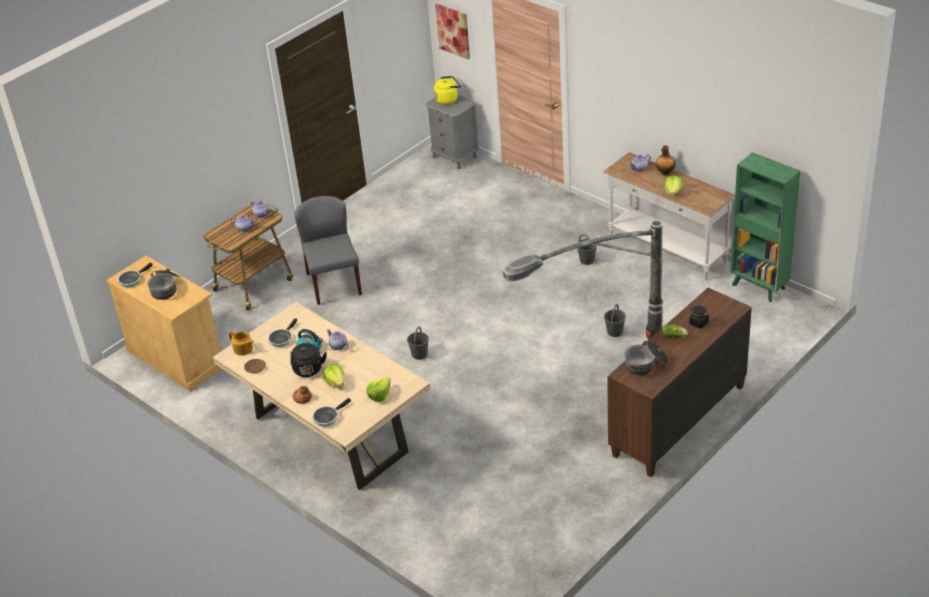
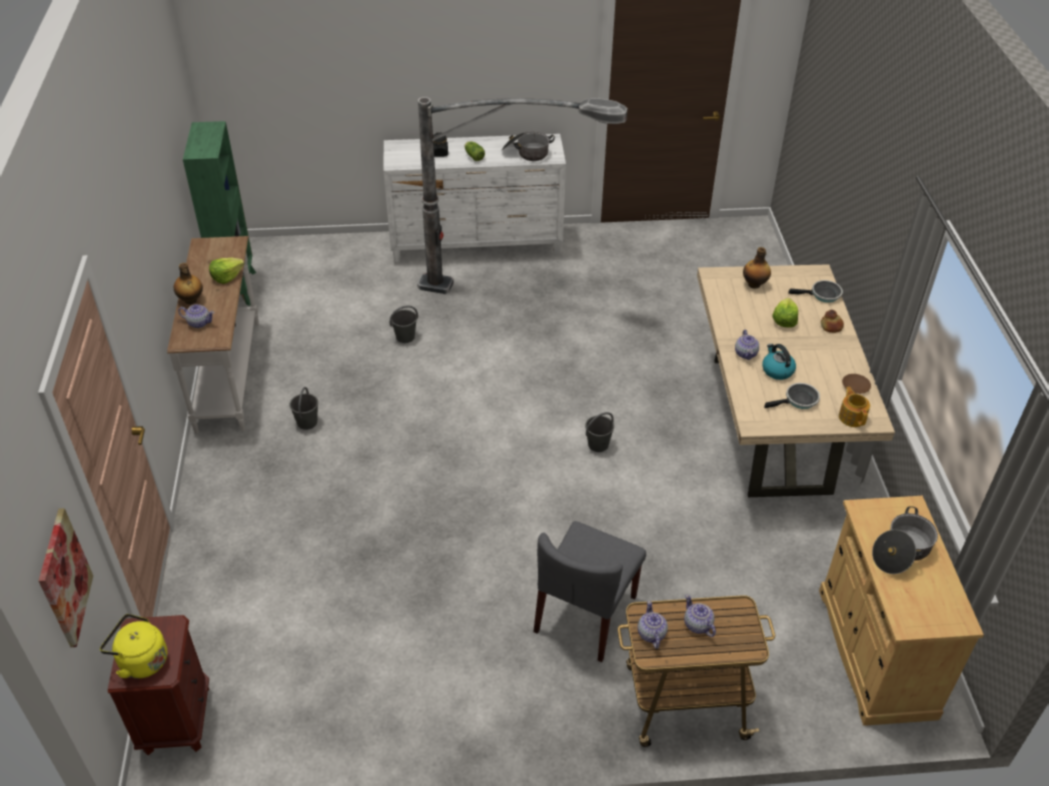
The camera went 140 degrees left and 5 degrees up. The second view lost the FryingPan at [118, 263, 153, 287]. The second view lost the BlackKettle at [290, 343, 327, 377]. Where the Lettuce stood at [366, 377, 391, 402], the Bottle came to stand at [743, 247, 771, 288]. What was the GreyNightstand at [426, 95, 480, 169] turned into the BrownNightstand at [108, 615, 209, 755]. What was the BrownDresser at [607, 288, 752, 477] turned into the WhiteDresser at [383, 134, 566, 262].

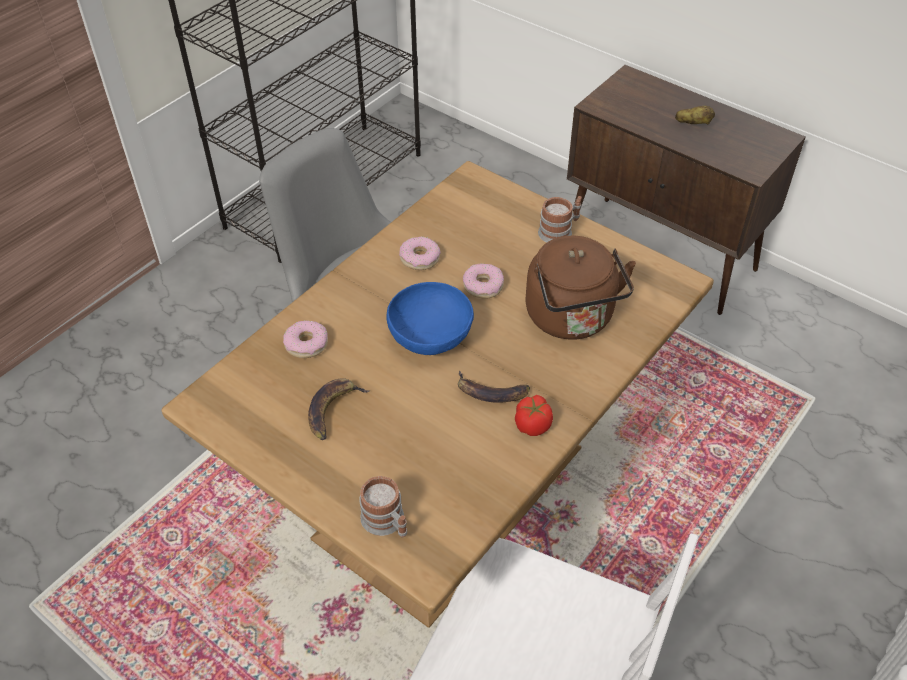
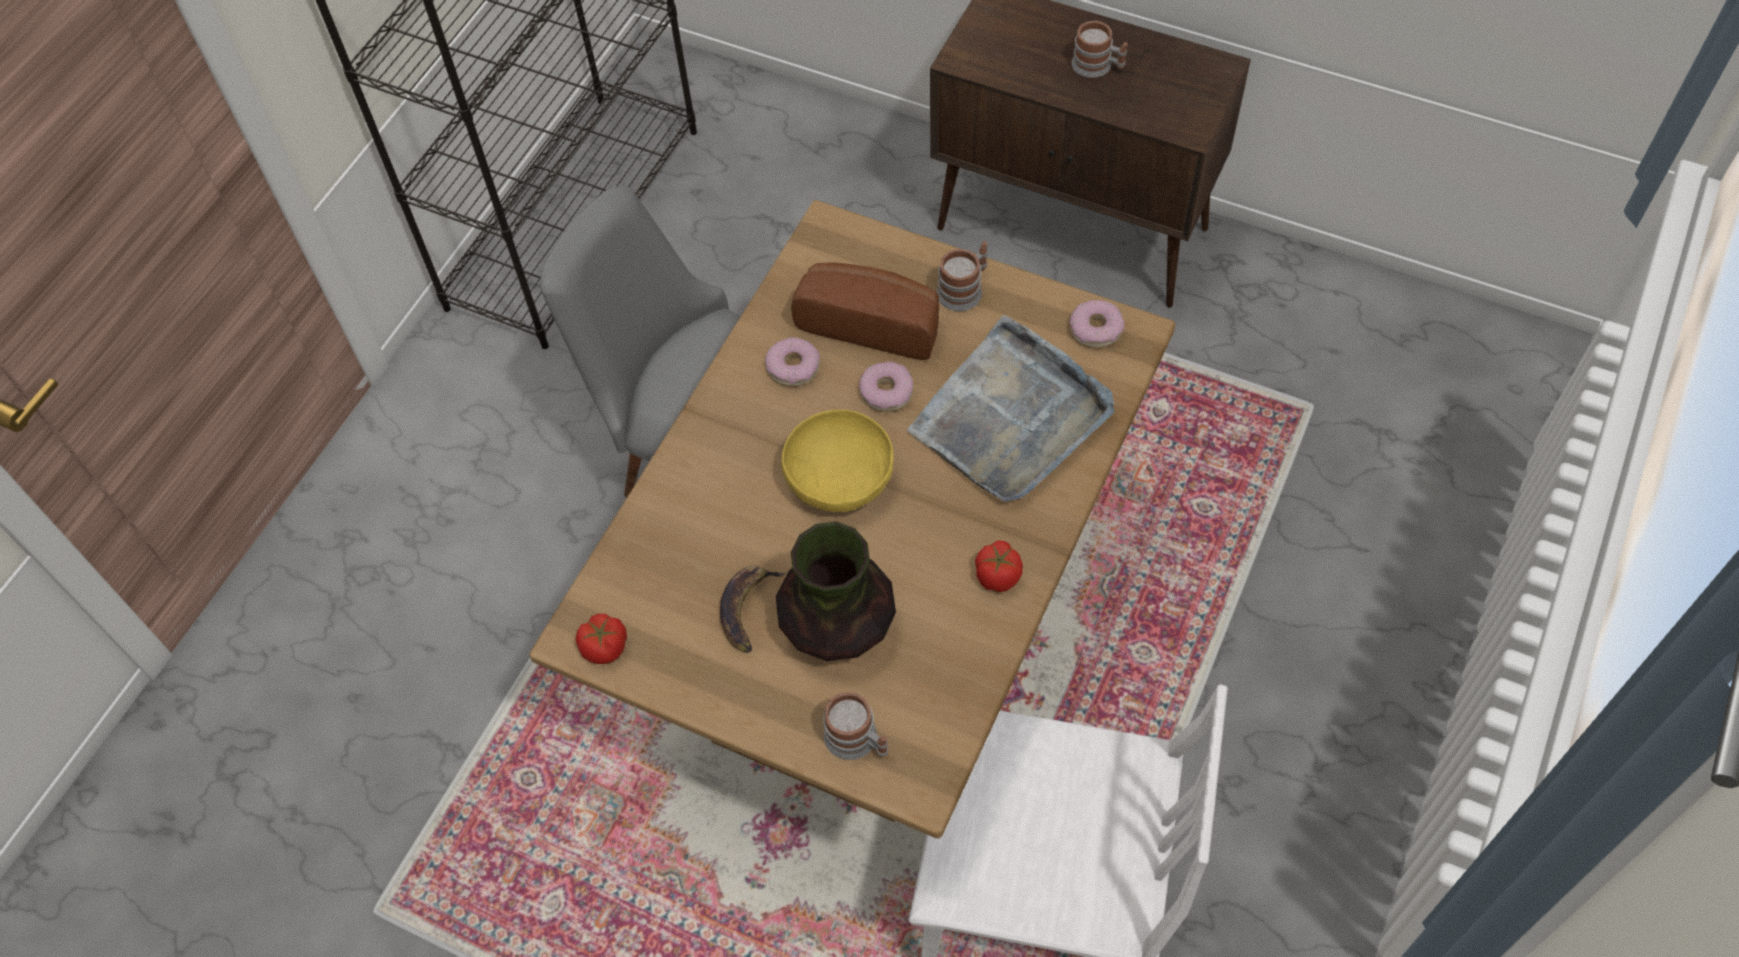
The camera went 10 degrees left and 10 degrees up. The second view lost the Banana at [458, 371, 530, 403]. The second view gained the Tomato at [576, 614, 627, 664]. The second view gained the Vase at [776, 522, 896, 661]. The second view gained the Bread at [791, 262, 939, 360]. The Donut ended up elsewhere, having gone from [283, 320, 328, 358] to [1069, 300, 1124, 348]. Where the BrownKettle stood at [526, 236, 636, 340], the GreyTray came to stand at [907, 315, 1114, 502]. Where the Potato stood at [675, 106, 715, 124], the Mug came to stand at [1072, 20, 1128, 78]. What was the BlueBowl at [387, 282, 474, 355] turned into the YellowBowl at [781, 409, 894, 512].

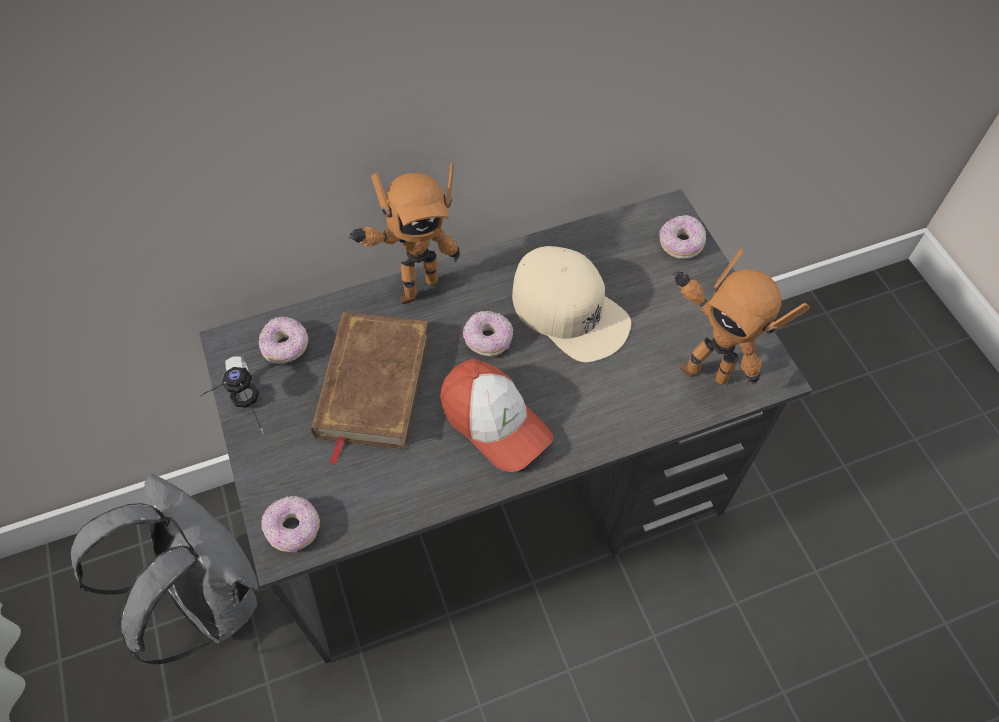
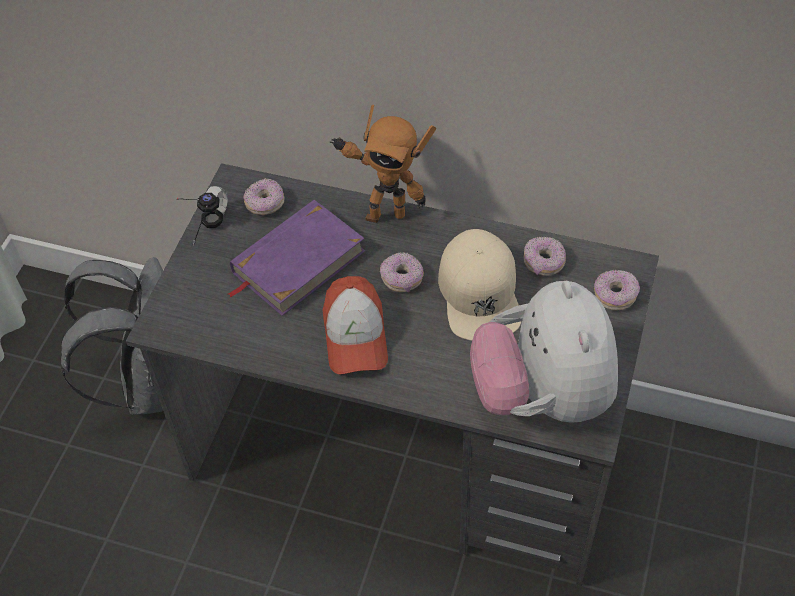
The camera went 40 degrees right and 5 degrees down. The Donut ended up elsewhere, having gone from [261, 496, 320, 553] to [523, 237, 566, 276]. Where the ToyRobot stood at [671, 249, 810, 385], the PlushToy came to stand at [470, 280, 618, 423]. What was the BrownBook at [311, 312, 429, 465] turned into the PurpleBook at [228, 200, 365, 316].

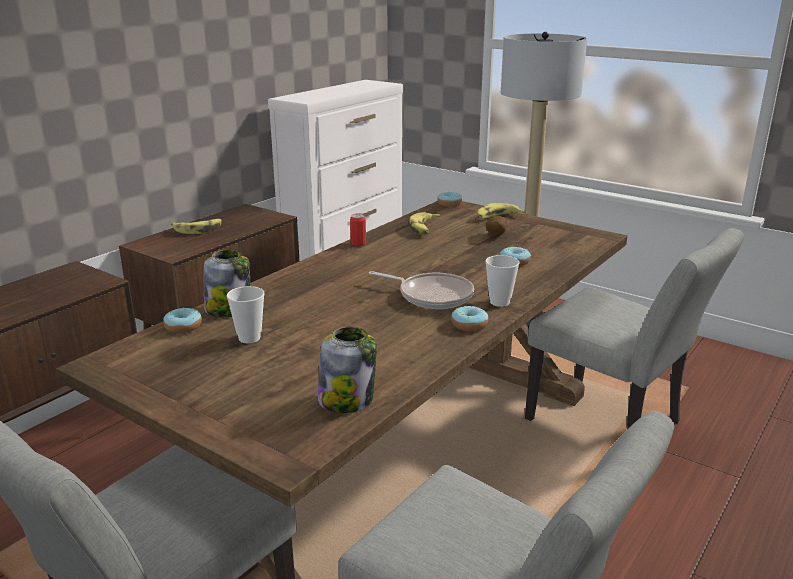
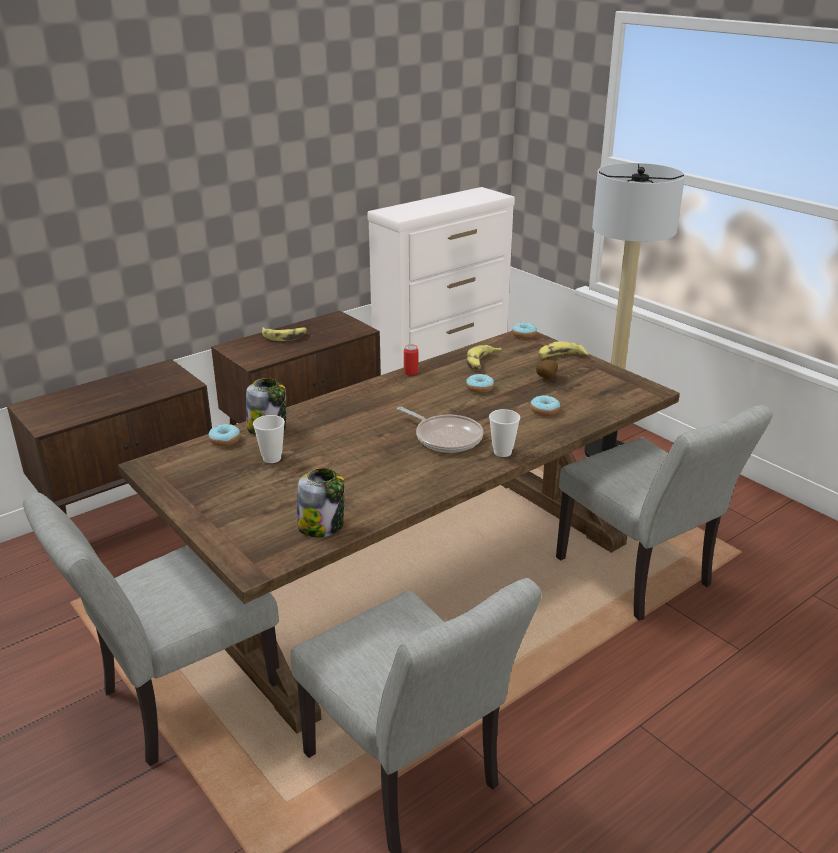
The camera went 15 degrees right and 5 degrees up. The Donut ended up elsewhere, having gone from [451, 306, 488, 331] to [466, 374, 494, 393].

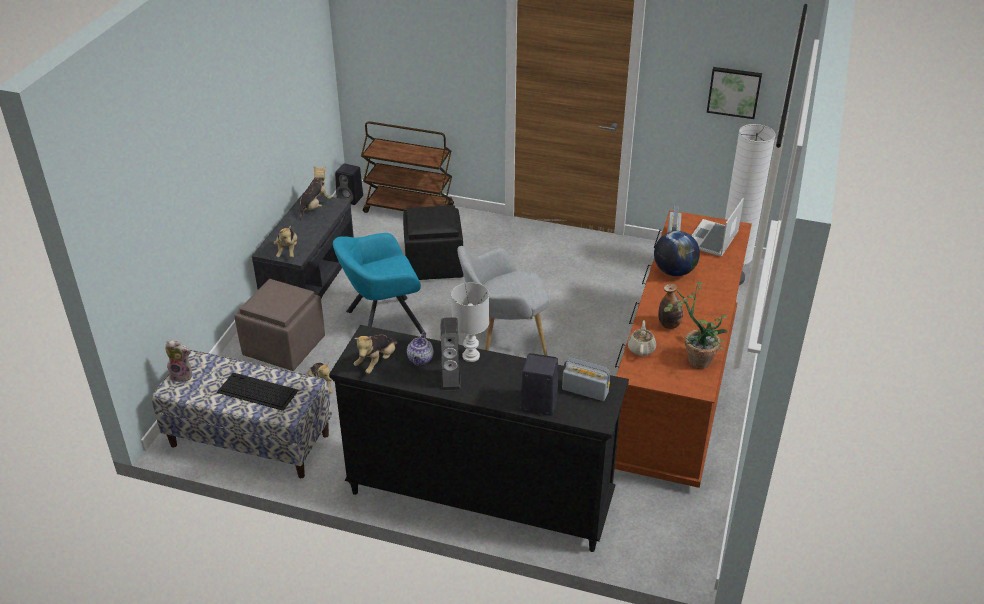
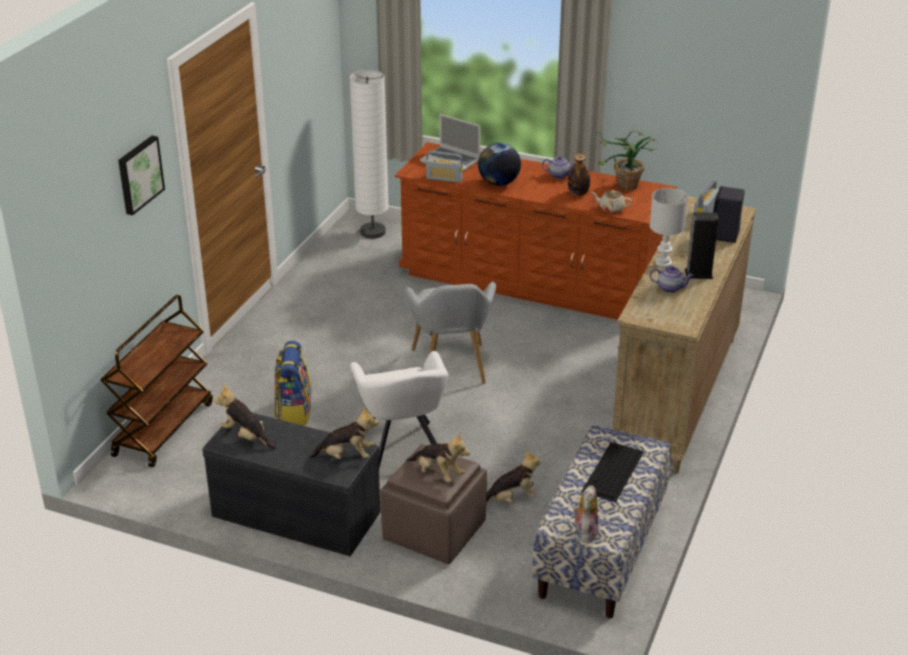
The camera went 85 degrees left and 5 degrees down. The second view lost the BlackSpeaker at [335, 163, 363, 205]. The second view gained the Teapot at [542, 157, 576, 179]. The PlushToy ended up elsewhere, having gone from [354, 335, 398, 374] to [407, 433, 470, 482]. The Picture ended up elsewhere, having gone from [707, 67, 762, 119] to [118, 136, 165, 215]. Where the BlackOttoman stood at [403, 205, 463, 280], the Backpack came to stand at [274, 341, 312, 425]. What was the BlackDresser at [329, 325, 629, 552] turned into the BeigeDresser at [612, 196, 756, 474]. What was the TurquoiseArmchair at [333, 233, 426, 334] turned into the WhiteArmchair at [350, 351, 449, 468].

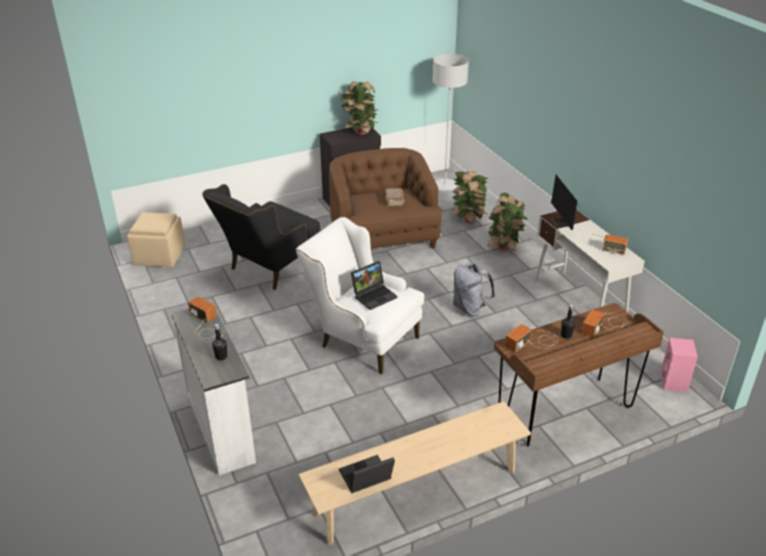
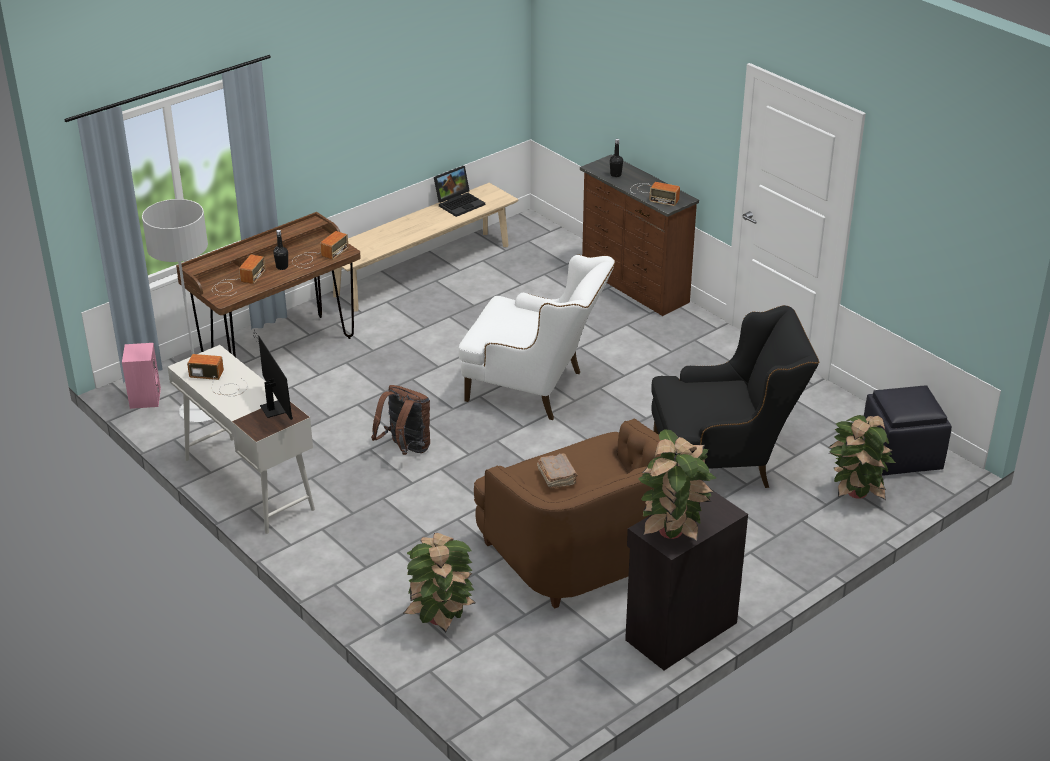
The camera went 165 degrees right and 0 degrees up. The second view lost the Laptop at [351, 261, 397, 310]. The GreyFloorLamp ended up elsewhere, having gone from [433, 54, 469, 191] to [142, 199, 211, 422]. The PottedPlant ended up elsewhere, having gone from [487, 193, 527, 251] to [828, 415, 895, 500]. What was the BeigeOttoman at [127, 212, 185, 268] turned into the BlackOttoman at [864, 385, 952, 475]. What was the WhiteDresser at [171, 303, 256, 475] turned into the BrownDresser at [580, 154, 699, 316]. What was the GreyBackpack at [453, 263, 495, 316] turned into the BrownBackpack at [372, 385, 430, 455]. The BlackArmchair at [202, 184, 320, 290] ended up facing another way, 60 degrees clockwise from before.

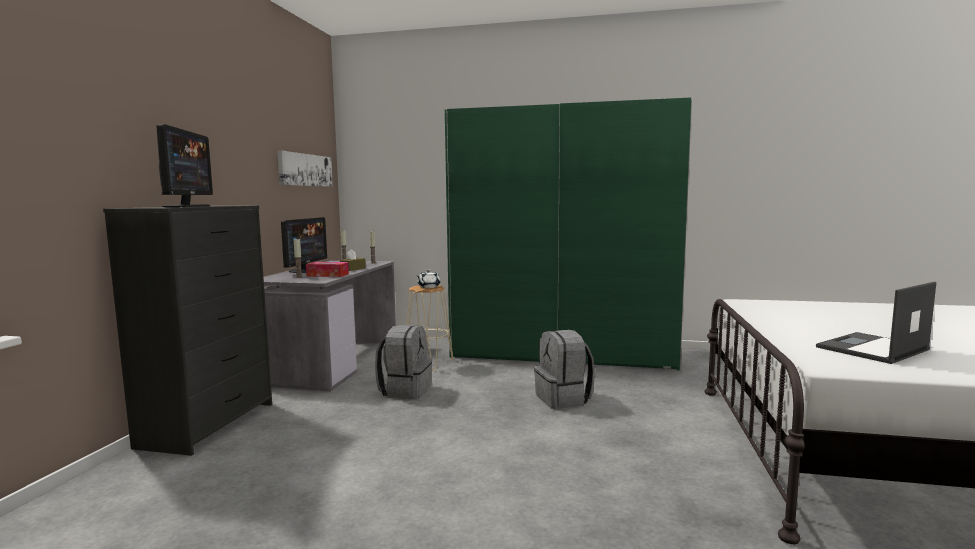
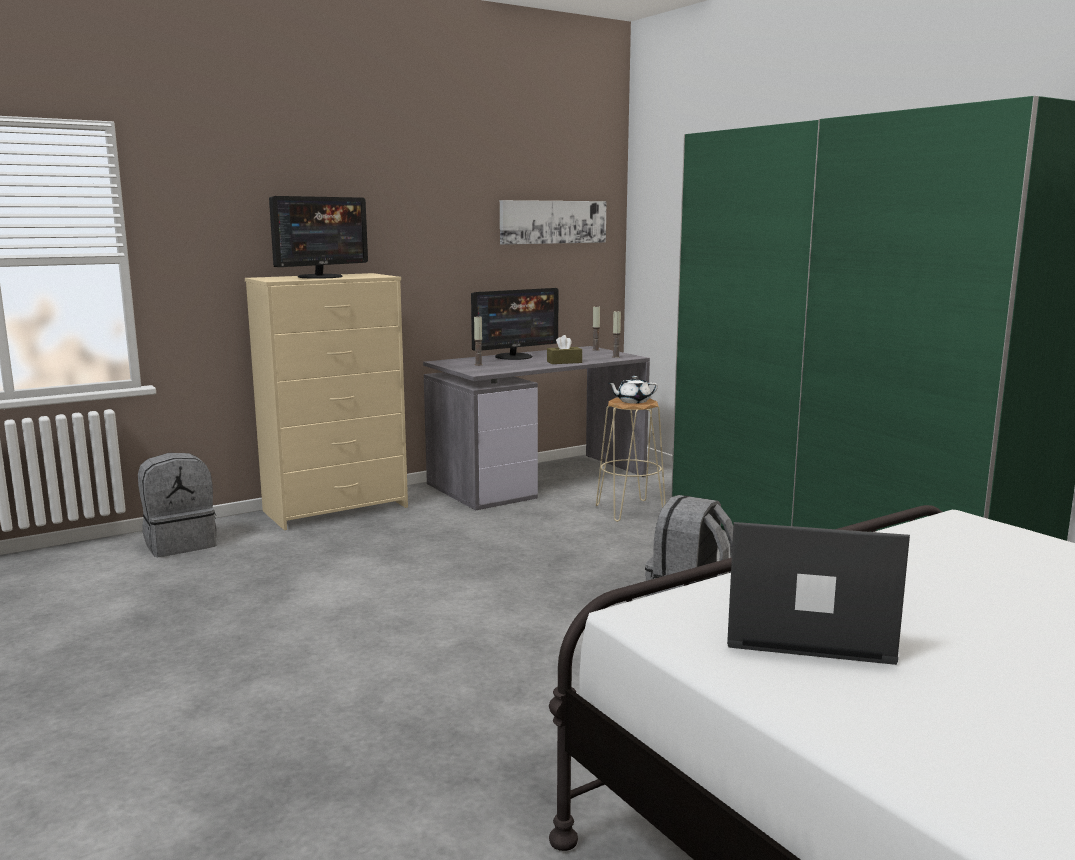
The camera went 45 degrees right and 5 degrees up. The second view lost the TissueBox at [306, 262, 349, 277]. The GreyBackpack ended up elsewhere, having gone from [375, 325, 432, 399] to [138, 453, 217, 557]. What was the BlackDresser at [103, 206, 272, 456] turned into the BeigeDresser at [245, 273, 408, 530].

